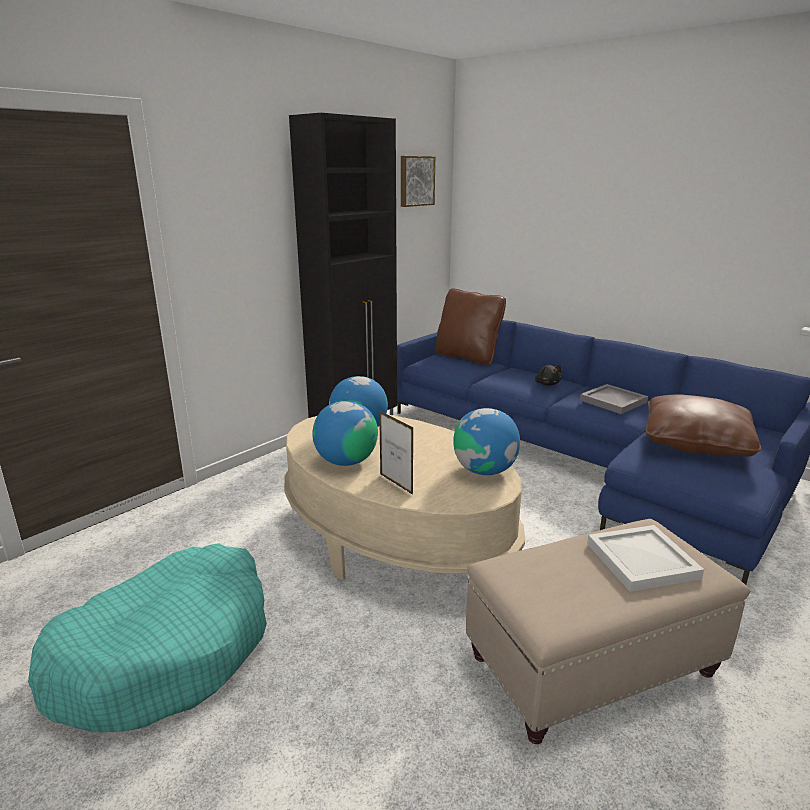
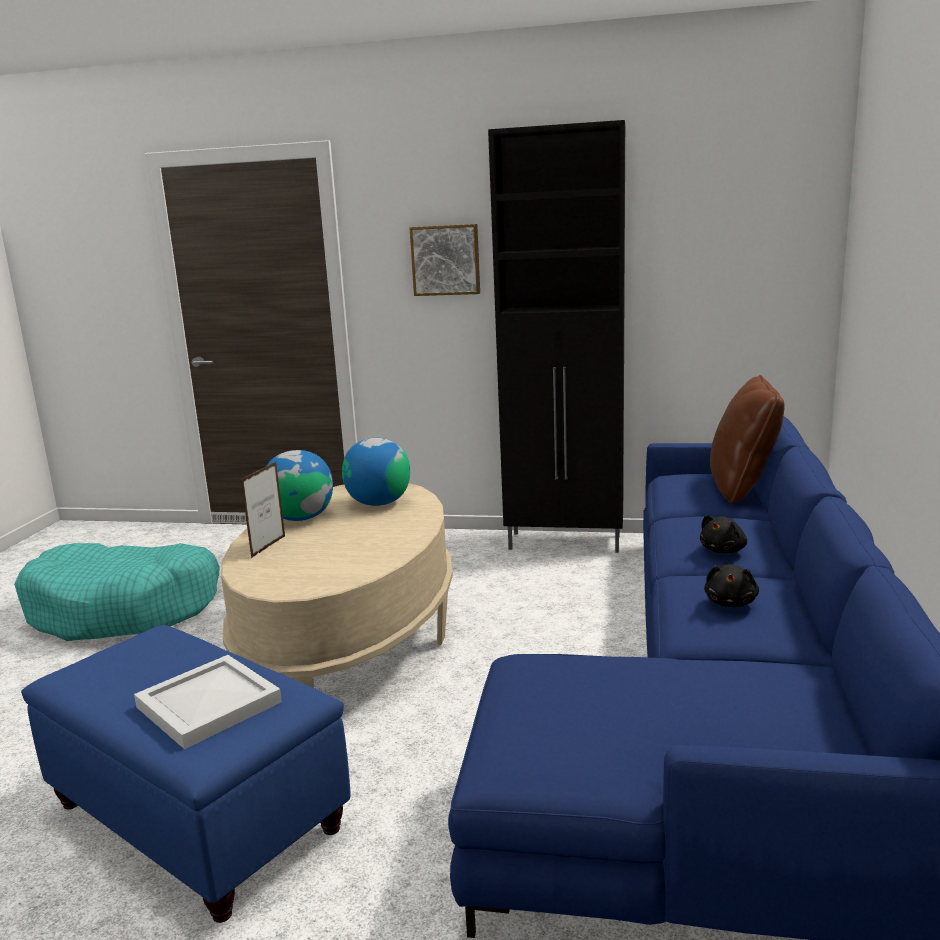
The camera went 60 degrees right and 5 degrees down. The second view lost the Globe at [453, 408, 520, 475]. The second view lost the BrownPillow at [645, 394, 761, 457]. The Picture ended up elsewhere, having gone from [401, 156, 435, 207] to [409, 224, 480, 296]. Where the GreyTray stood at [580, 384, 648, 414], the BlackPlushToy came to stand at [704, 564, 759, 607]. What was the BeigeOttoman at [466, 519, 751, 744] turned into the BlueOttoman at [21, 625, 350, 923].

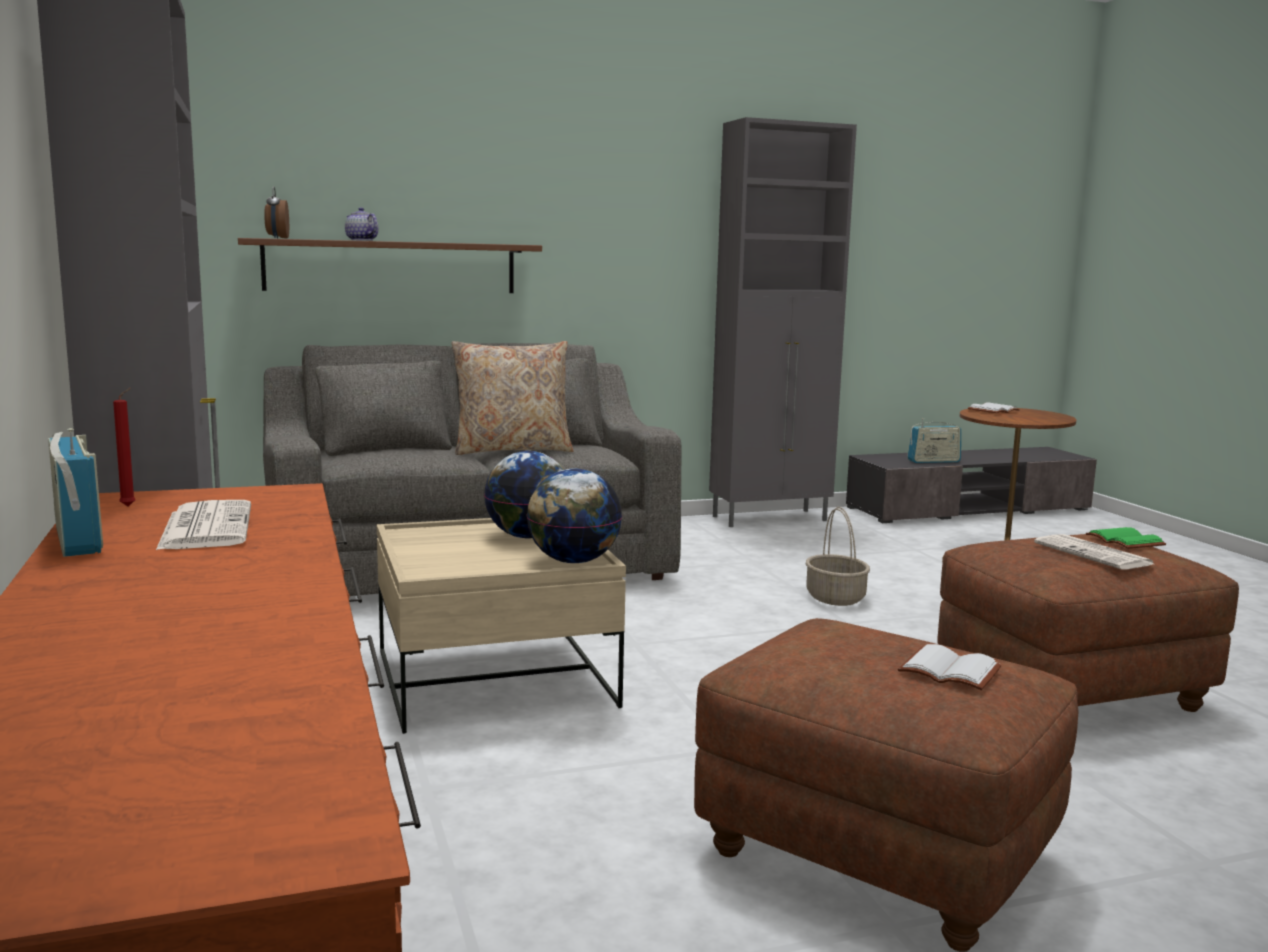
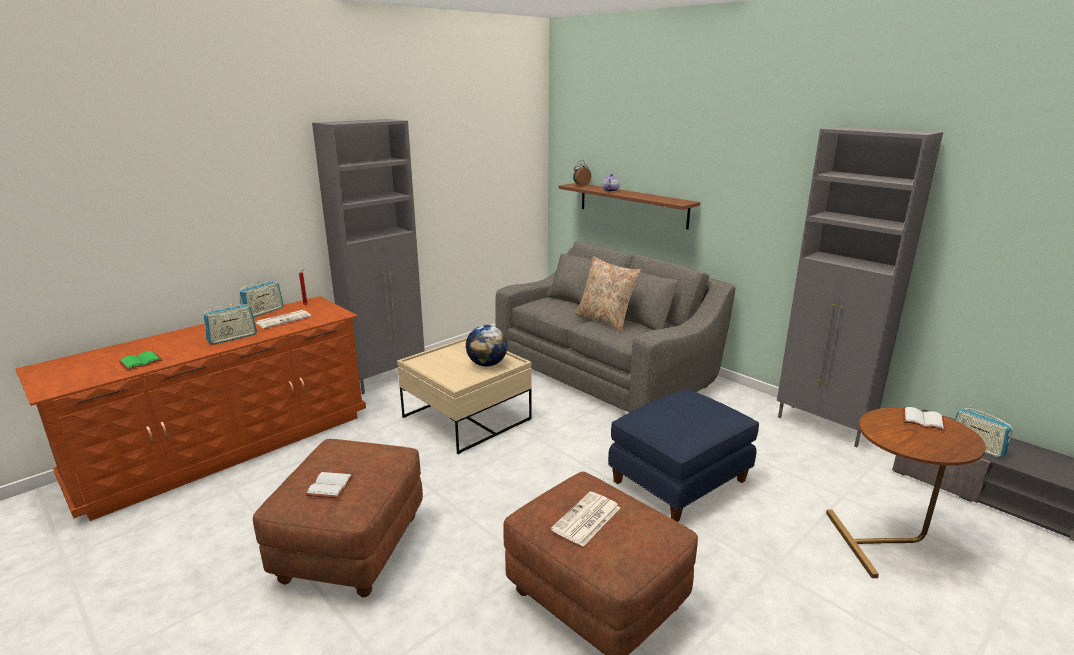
The camera went 65 degrees right and 10 degrees up. The second view lost the Globe at [527, 468, 622, 563]. The second view gained the Radio at [203, 304, 257, 345]. The GreenBook ended up elsewhere, having gone from [1086, 527, 1166, 549] to [119, 351, 163, 370]. Where the Basket stood at [806, 507, 870, 606], the BlueOttoman came to stand at [608, 390, 759, 522].

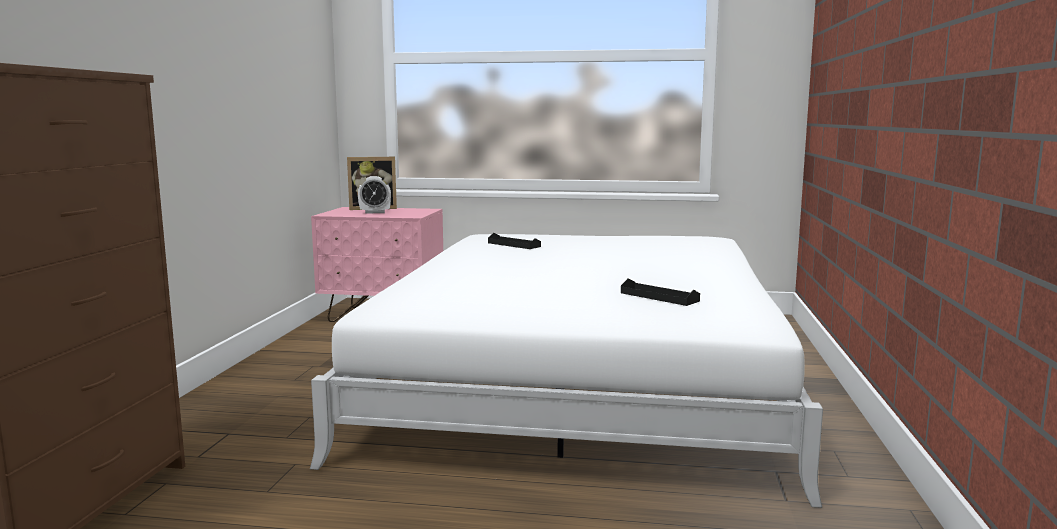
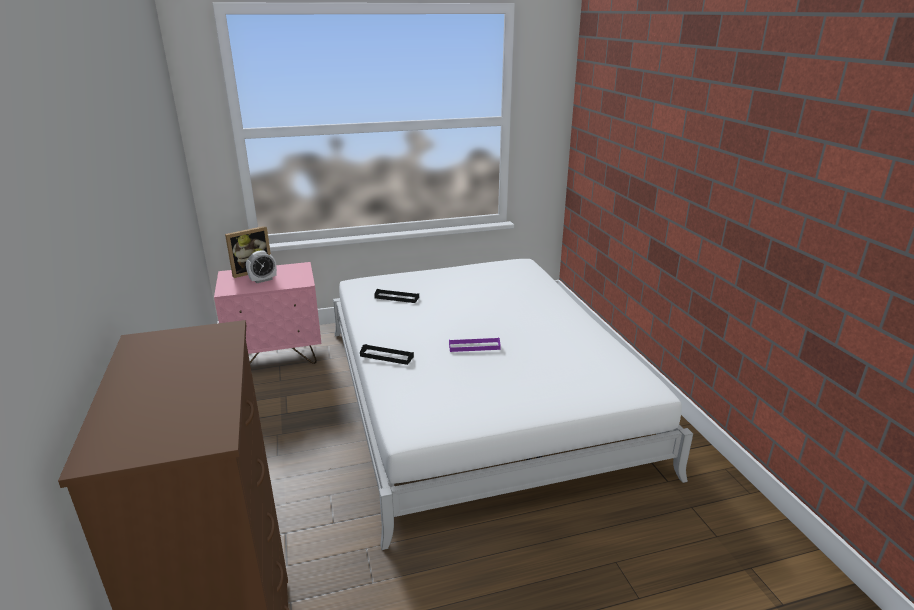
The camera went 25 degrees left and 15 degrees up. The second view gained the PurpleTray at [449, 338, 501, 352]. The BlackTray ended up elsewhere, having gone from [621, 278, 700, 306] to [360, 344, 414, 365].

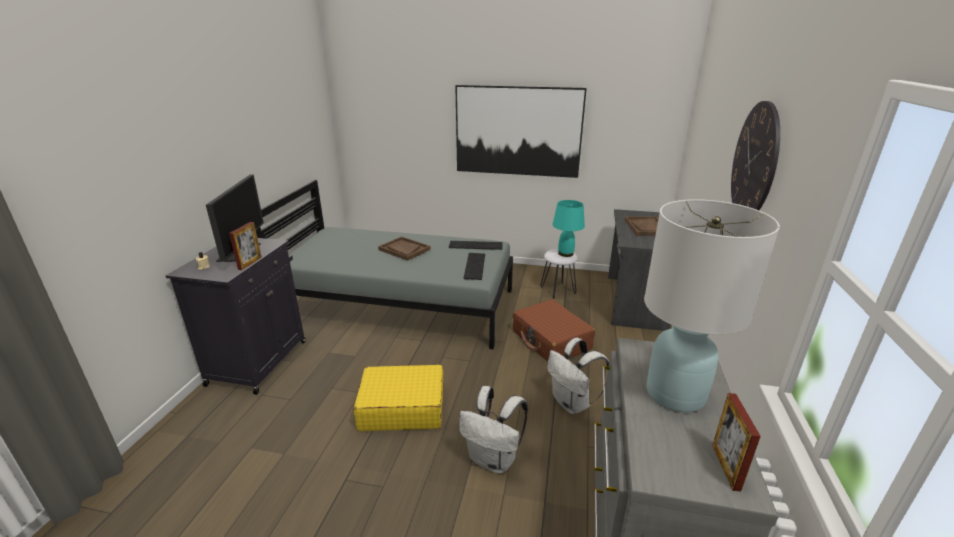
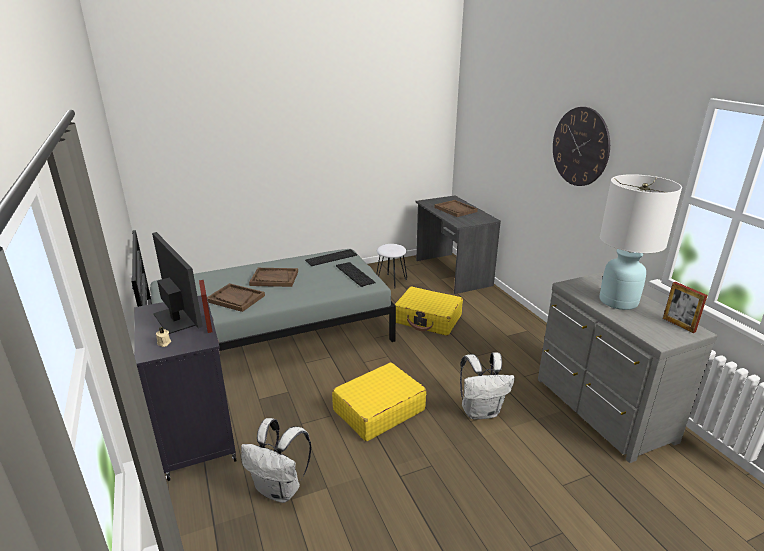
The camera went 35 degrees left and 0 degrees up. The second view lost the Picture at [455, 85, 587, 178]. The second view lost the TurquoiseTableLamp at [552, 200, 585, 257]. The second view gained the BrownTray at [207, 283, 265, 312]. The WhiteBackpack ended up elsewhere, having gone from [547, 338, 609, 414] to [241, 418, 311, 503]. What was the BrownSuitcase at [513, 299, 595, 362] turned into the YellowSuitcase at [395, 287, 463, 336].

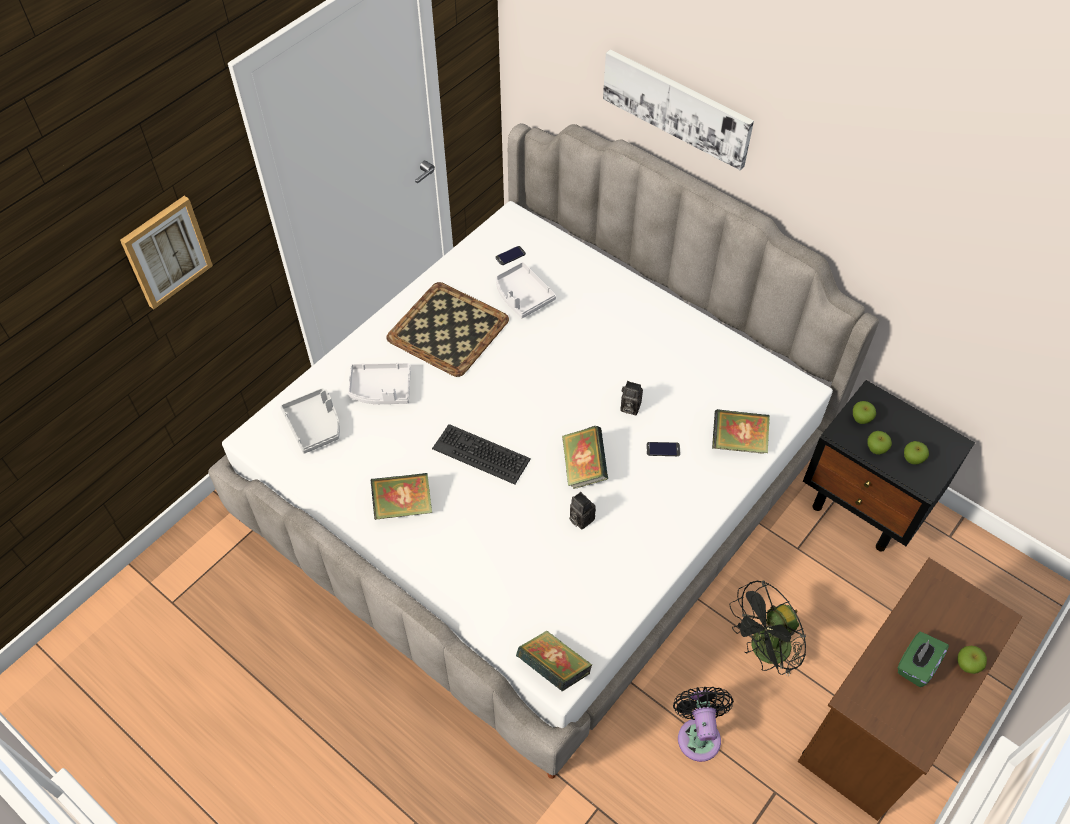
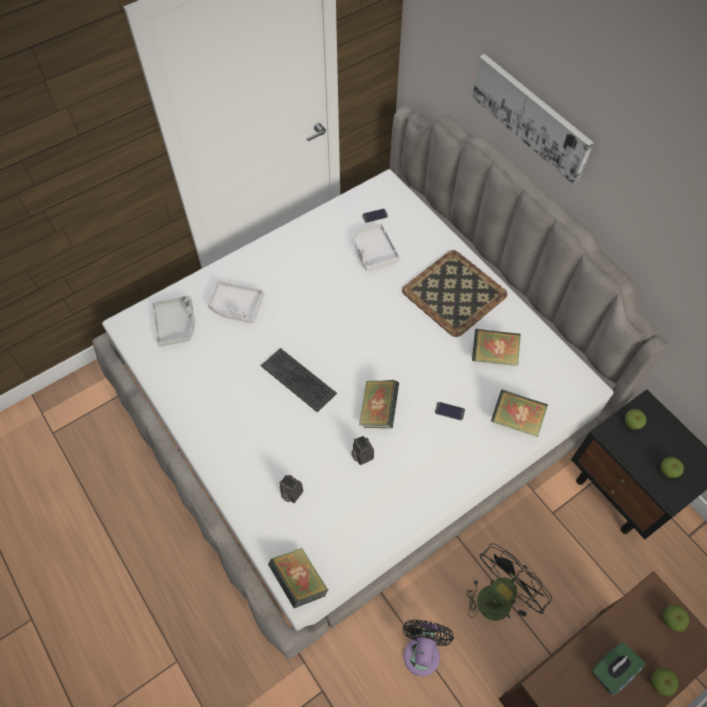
The camera went 15 degrees right and 5 degrees up. The second view lost the Picture at [120, 196, 213, 309]. The Book ended up elsewhere, having gone from [371, 473, 432, 520] to [472, 329, 521, 366]. The Tray ended up elsewhere, having gone from [386, 282, 509, 377] to [402, 250, 507, 337]. The PhotoCamera ended up elsewhere, having gone from [620, 381, 643, 415] to [279, 475, 303, 503]. The Apple ended up elsewhere, having gone from [867, 431, 892, 455] to [663, 605, 689, 631]. The BlackFan at [730, 580, 806, 676] ended up facing another way, 150 degrees clockwise from before.

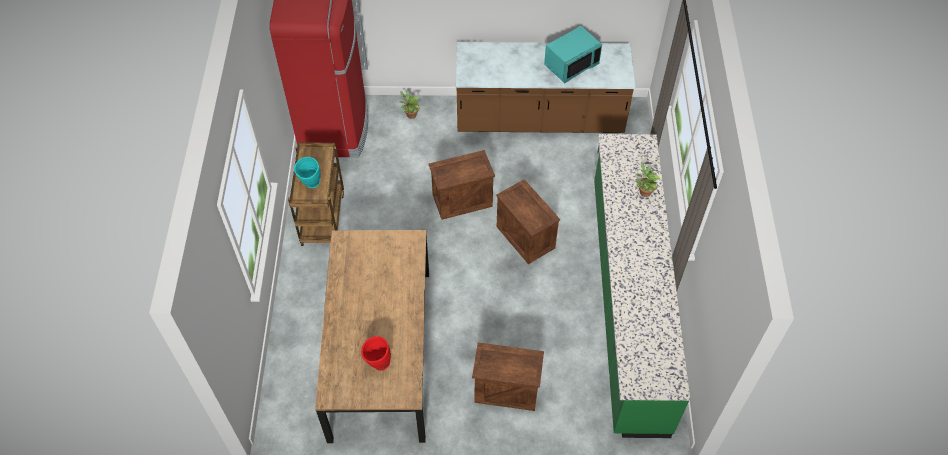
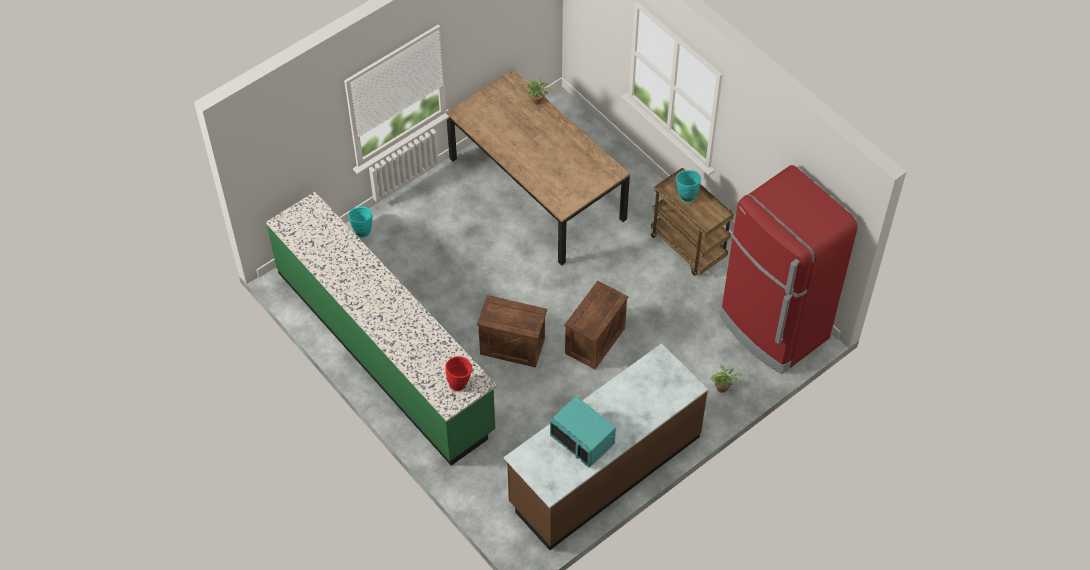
The camera went 140 degrees right and 0 degrees up. The second view lost the Crate at [472, 342, 544, 411]. The second view gained the TurquoiseVase at [348, 207, 372, 238]. The RedVase ended up elsewhere, having gone from [361, 336, 391, 371] to [445, 356, 472, 391]. The PottedPlant ended up elsewhere, having gone from [636, 162, 660, 197] to [525, 79, 551, 105]. The TurquoiseMicrowave at [544, 26, 602, 83] ended up facing another way, 60 degrees counterclockwise from before.

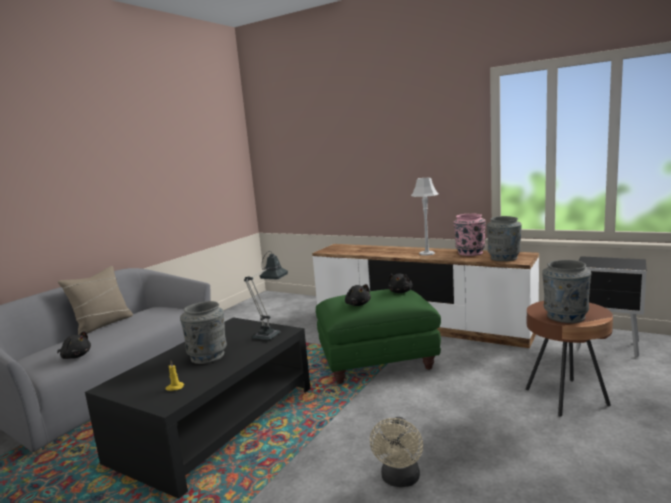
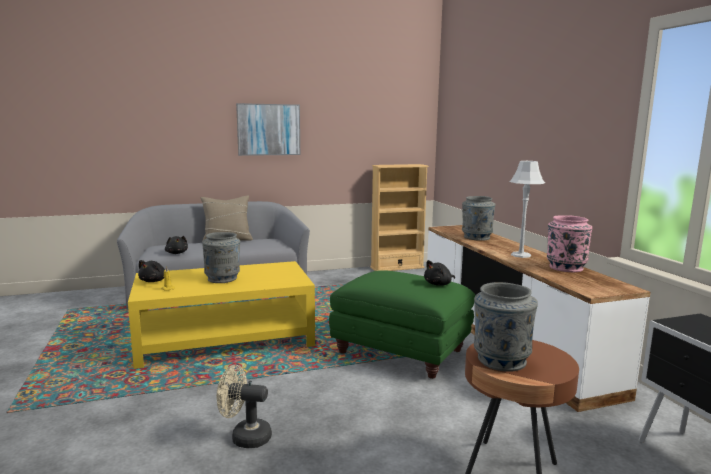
The camera went 40 degrees right and 0 degrees up. The second view lost the TableLamp at [244, 251, 288, 340]. The second view gained the Picture at [236, 103, 300, 156]. The second view gained the BeigeBookcase at [370, 164, 429, 271]. The BlackPlushToy ended up elsewhere, having gone from [345, 284, 371, 306] to [138, 260, 165, 282]. The GreyVase ended up elsewhere, having gone from [487, 216, 522, 261] to [462, 196, 495, 241]. What was the BlackCoffeeTable at [85, 318, 310, 499] turned into the YellowCoffeeTable at [128, 261, 315, 369]. The BeigeFan at [370, 417, 423, 487] ended up facing another way, 45 degrees clockwise from before.

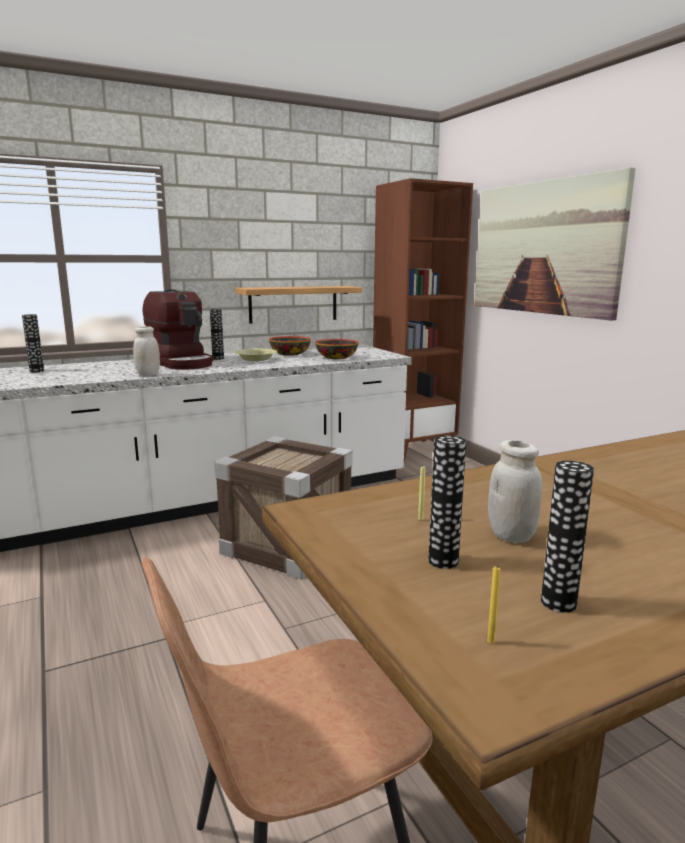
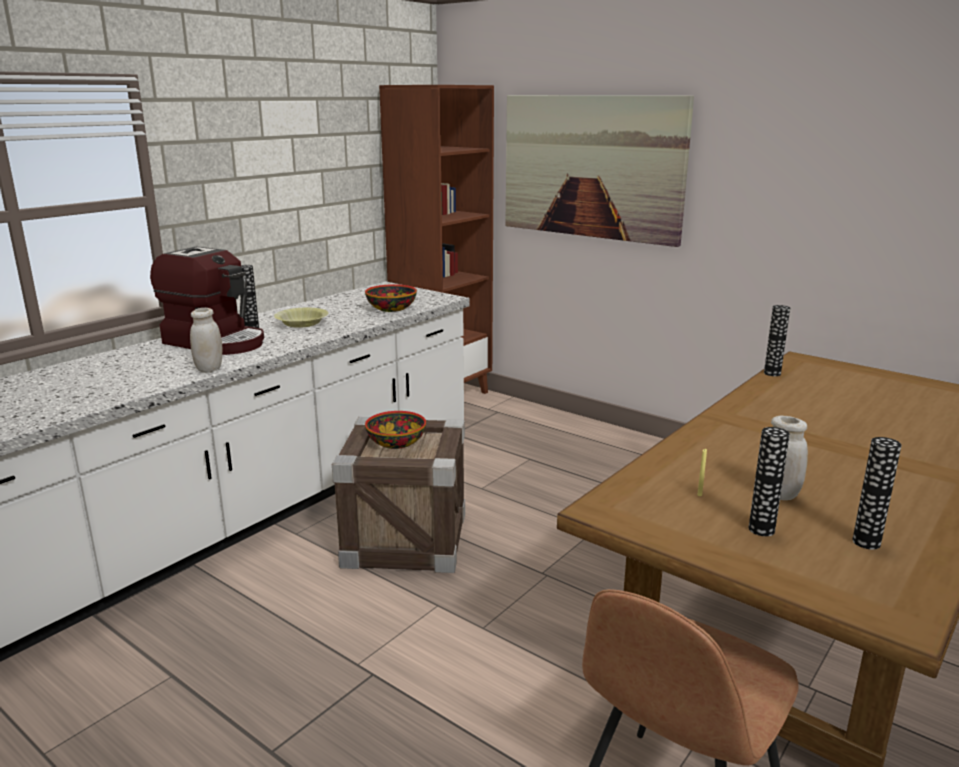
The camera went 25 degrees left and 5 degrees up. The second view lost the Shelf at [235, 286, 362, 323]. The second view lost the YellowCandle at [487, 566, 500, 643]. The Vase ended up elsewhere, having gone from [22, 314, 44, 373] to [764, 305, 790, 376]. The Bowl ended up elsewhere, having gone from [269, 336, 311, 356] to [365, 411, 426, 449].

